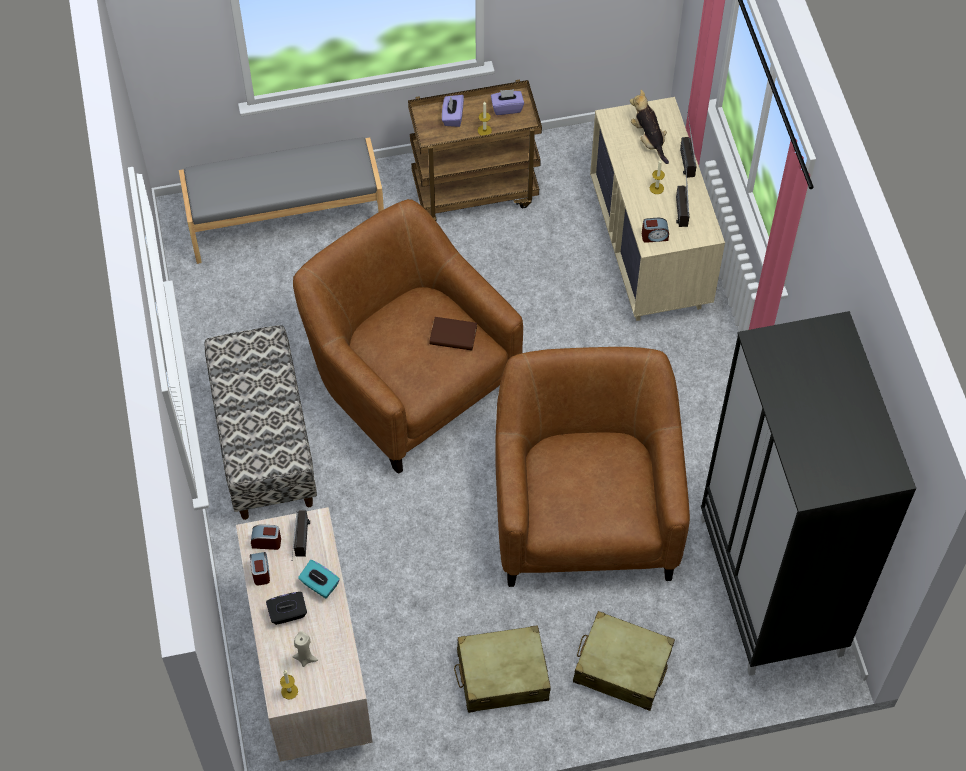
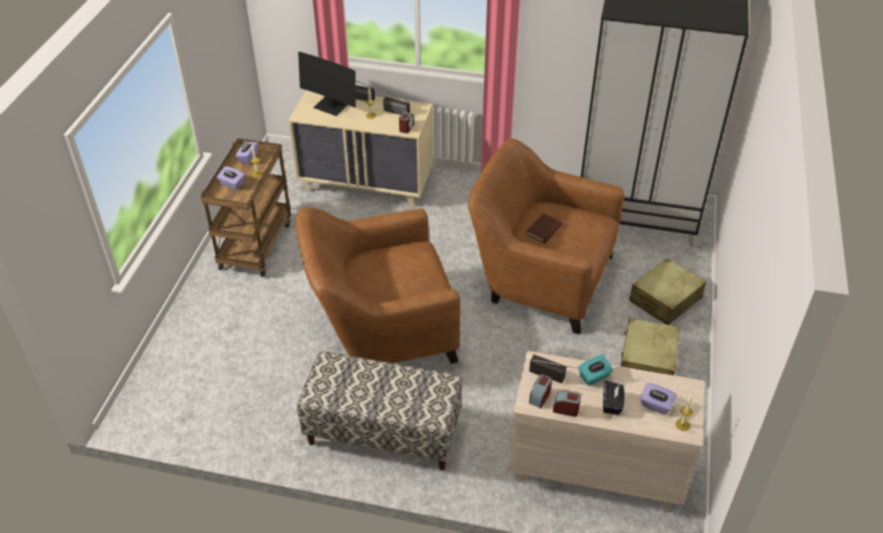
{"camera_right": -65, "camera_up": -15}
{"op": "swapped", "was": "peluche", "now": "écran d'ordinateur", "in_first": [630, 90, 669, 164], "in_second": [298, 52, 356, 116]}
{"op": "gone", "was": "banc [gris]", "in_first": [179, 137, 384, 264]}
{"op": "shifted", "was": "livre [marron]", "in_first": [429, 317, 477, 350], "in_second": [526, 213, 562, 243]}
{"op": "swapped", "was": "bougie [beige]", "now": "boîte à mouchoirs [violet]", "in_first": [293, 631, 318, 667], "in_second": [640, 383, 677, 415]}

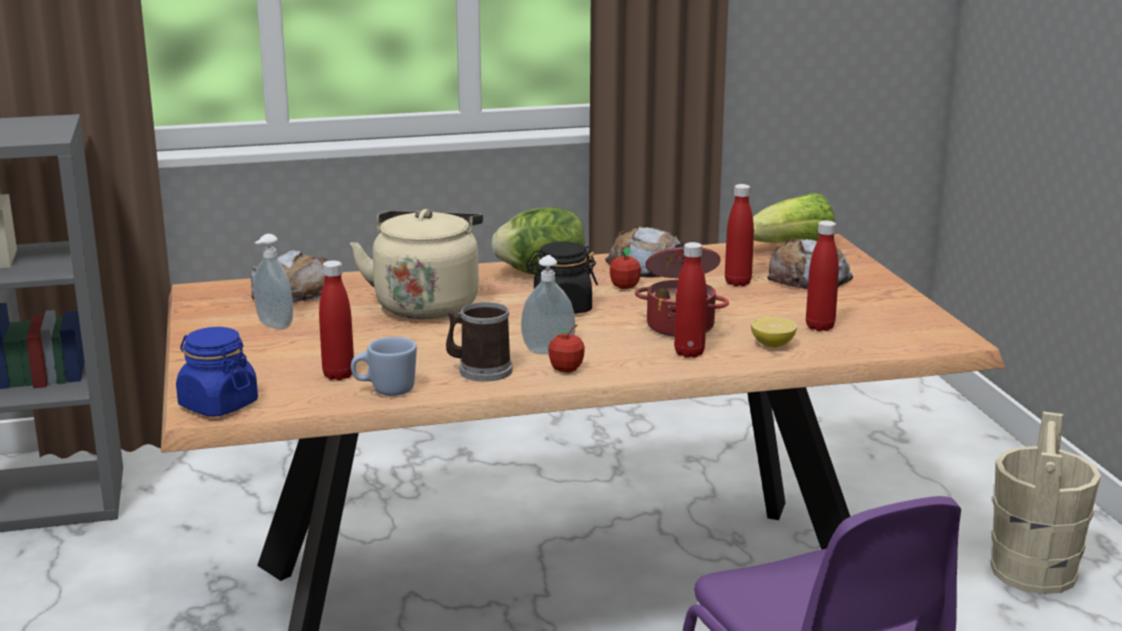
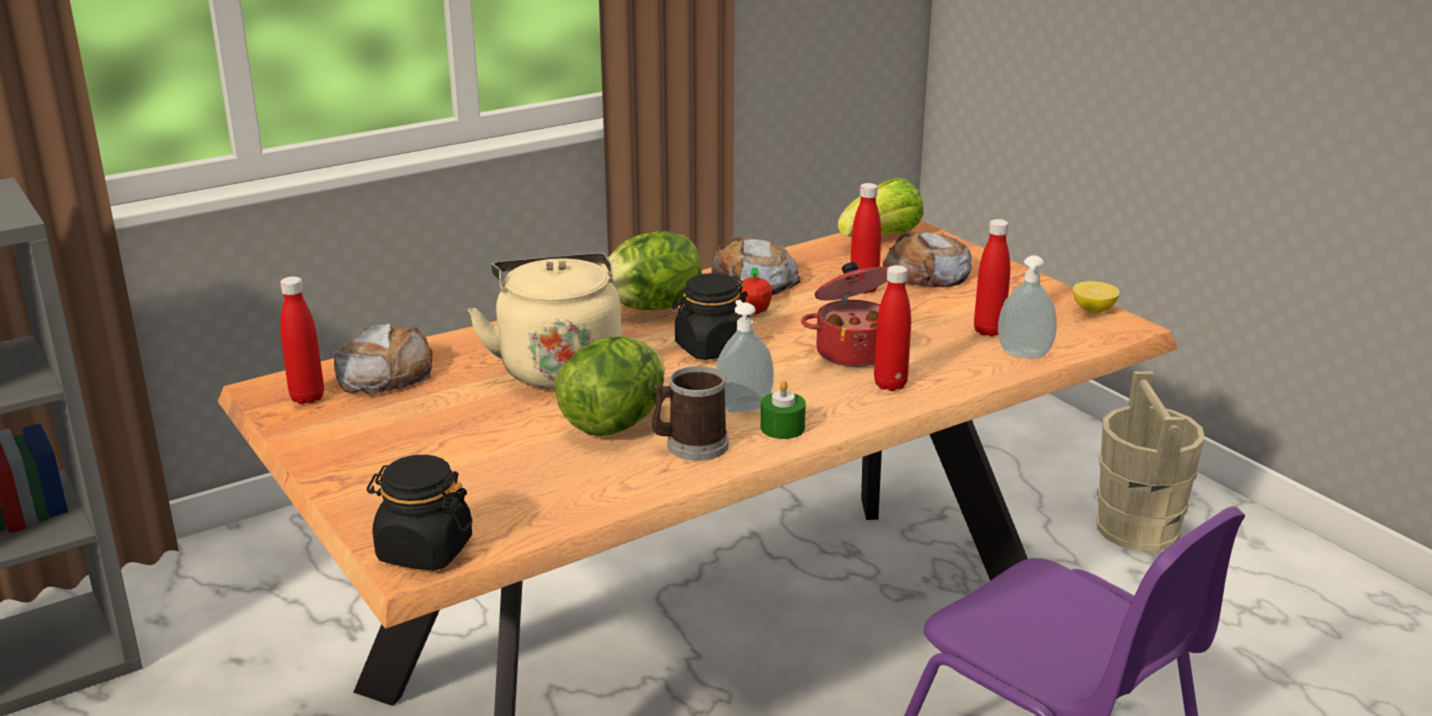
{"camera_right": -20, "camera_up": 5}
{"op": "shifted", "was": "distributeur de savon", "in_first": [254, 234, 293, 330], "in_second": [998, 255, 1057, 359]}
{"op": "shifted", "was": "bouteille [rouge]", "in_first": [319, 261, 354, 380], "in_second": [280, 276, 324, 404]}
{"op": "shifted", "was": "citron", "in_first": [751, 317, 797, 348], "in_second": [1073, 281, 1120, 313]}
{"op": "swapped", "was": "pomme", "now": "bougie [vert]", "in_first": [548, 324, 585, 373], "in_second": [761, 380, 806, 439]}
{"op": "repainted", "was": "bocal [bleu]", "now": "bocal [noir]", "in_first": [176, 327, 258, 417], "in_second": [367, 455, 472, 570]}
{"op": "gone", "was": "mug [bleu]", "in_first": [351, 337, 417, 396]}
{"op": "new", "now": "laitue", "in_second": [555, 336, 665, 436]}

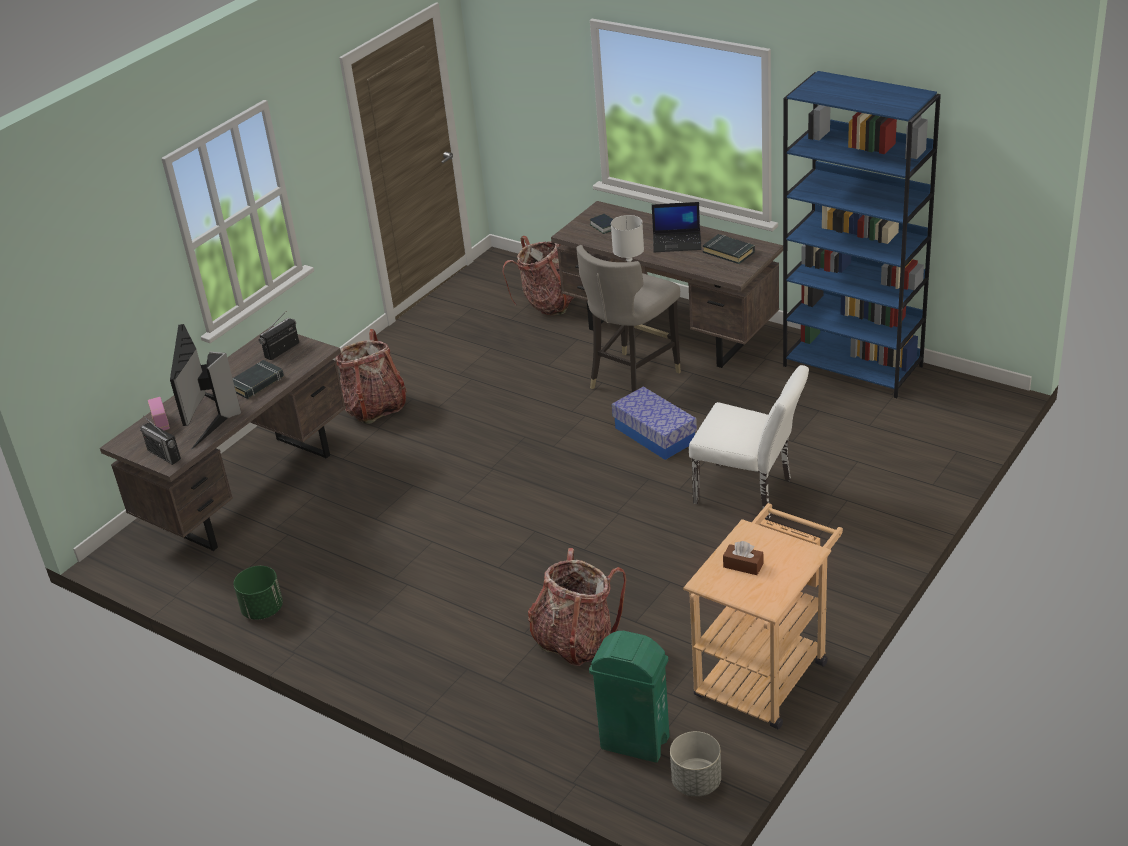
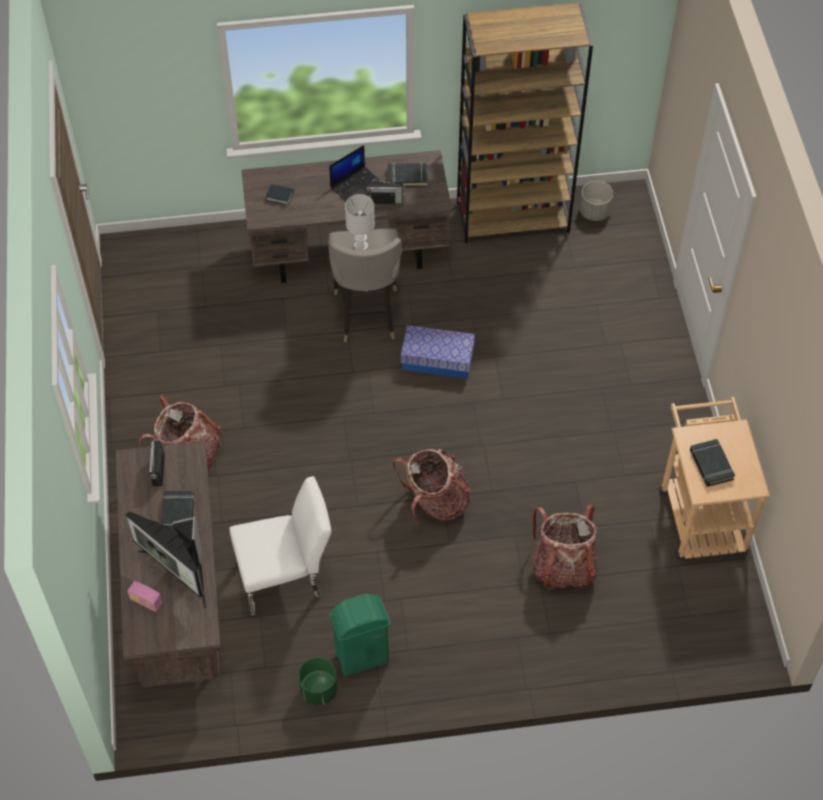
{"camera_right": -45, "camera_up": 20}
{"op": "repainted", "was": "bibliothèque [bleu]", "now": "bibliothèque [marron]", "in_first": [783, 71, 941, 398], "in_second": [457, 3, 593, 243]}
{"op": "shifted", "was": "sac à dos", "in_first": [502, 236, 574, 316], "in_second": [393, 448, 471, 528]}
{"op": "shifted", "was": "chaise [blanc]", "in_first": [689, 365, 809, 519], "in_second": [229, 476, 331, 616]}
{"op": "shifted", "was": "radio", "in_first": [140, 416, 181, 465], "in_second": [367, 179, 405, 205]}
{"op": "swapped", "was": "boîte à mouchoirs [marron]", "now": "livre [noir]", "in_first": [723, 541, 763, 575], "in_second": [690, 439, 735, 487]}
{"op": "shifted", "was": "poubelle [vert]", "in_first": [589, 631, 670, 762], "in_second": [329, 594, 391, 677]}
{"op": "shifted", "was": "cache-pot [gris]", "in_first": [670, 731, 721, 797], "in_second": [580, 181, 613, 221]}

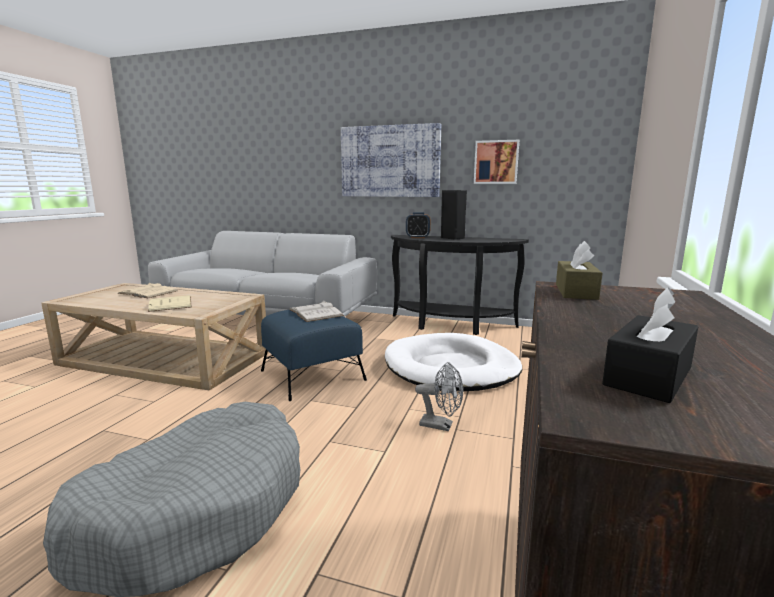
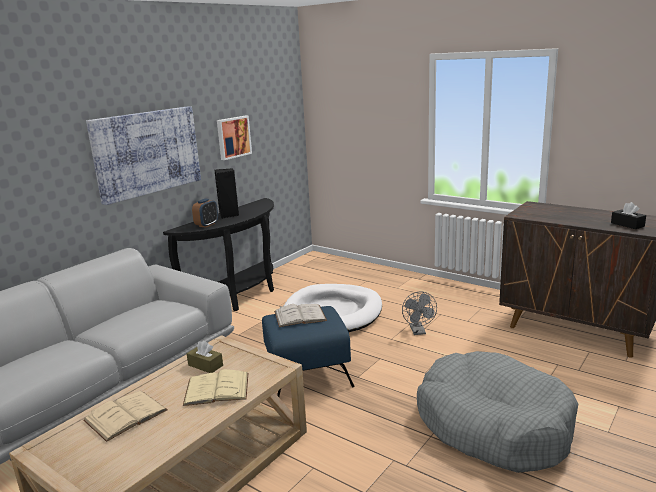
{"camera_right": -70, "camera_up": 5}
{"op": "shifted", "was": "boîte à mouchoirs [marron]", "in_first": [556, 241, 603, 300], "in_second": [187, 341, 223, 373]}
{"op": "rotated", "was": "ventilateur [gris]", "in_first": [415, 362, 463, 431], "in_second": [402, 291, 437, 335], "clockwise": 135}

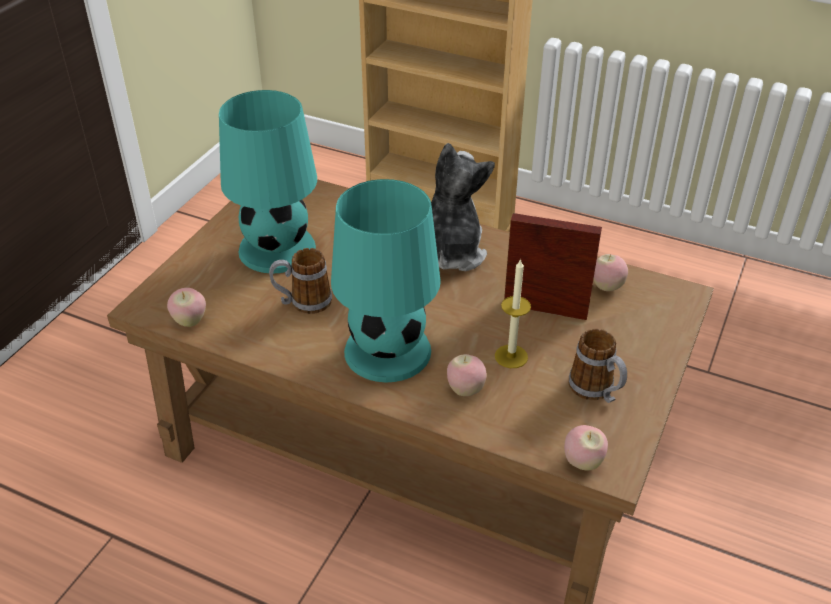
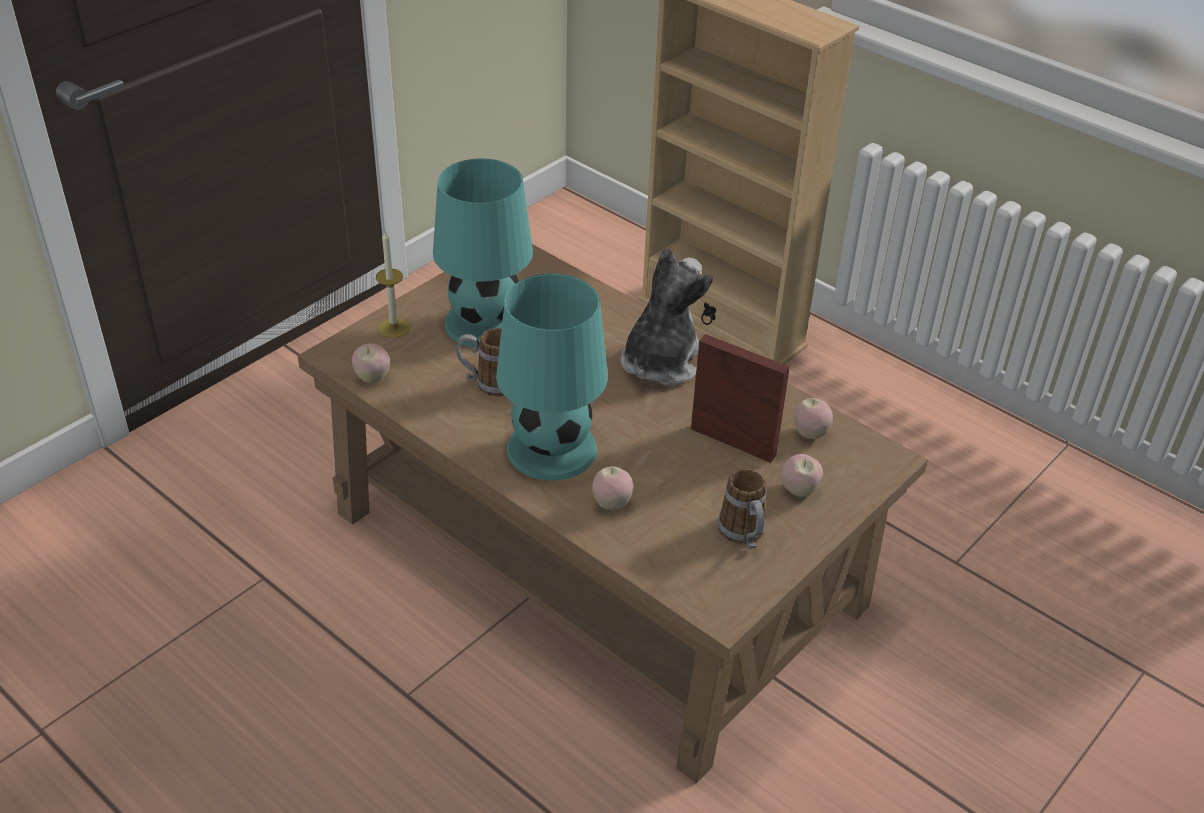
{"camera_right": 15, "camera_up": 0}
{"op": "shifted", "was": "bougie", "in_first": [495, 258, 531, 368], "in_second": [376, 231, 410, 338]}
{"op": "shifted", "was": "pomme", "in_first": [564, 425, 608, 470], "in_second": [781, 454, 823, 497]}

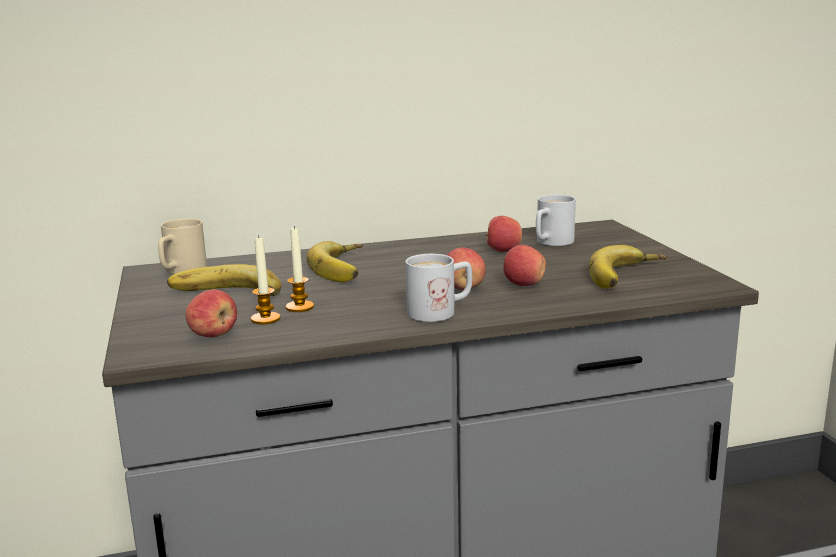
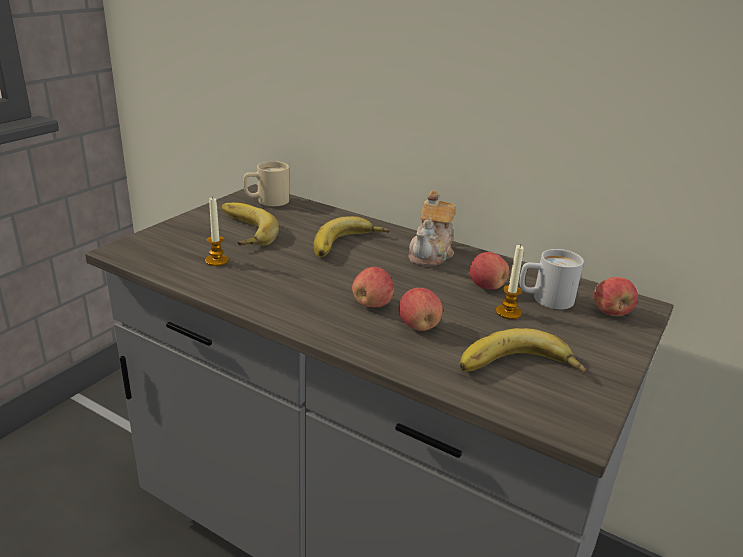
{"camera_right": 45, "camera_up": 10}
{"op": "shifted", "was": "bougie", "in_first": [286, 226, 314, 312], "in_second": [496, 244, 524, 319]}
{"op": "gone", "was": "mug [blanc]", "in_first": [405, 254, 472, 322]}
{"op": "shifted", "was": "pomme", "in_first": [185, 289, 237, 337], "in_second": [594, 277, 638, 316]}
{"op": "new", "now": "théière", "in_second": [408, 191, 455, 266]}

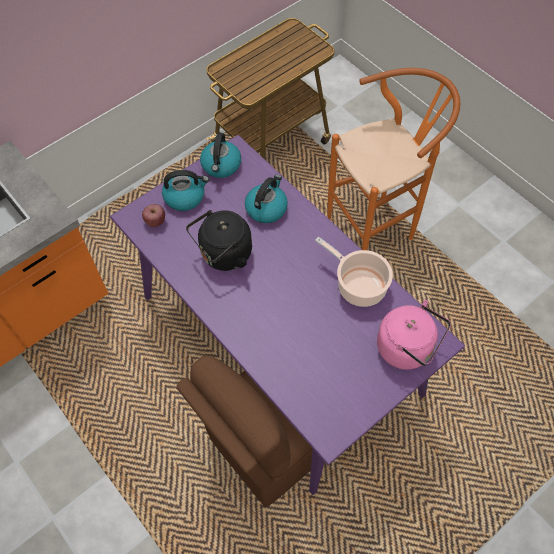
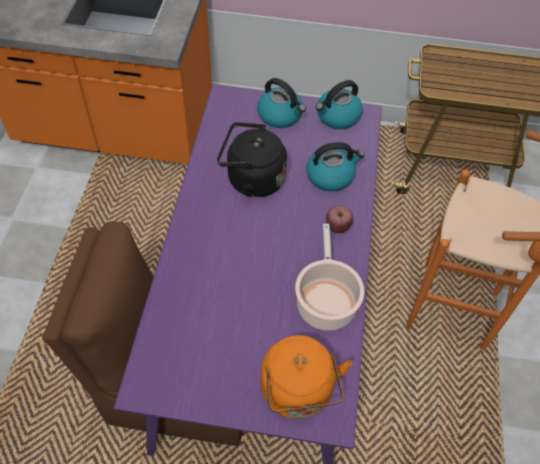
{"camera_right": 45, "camera_up": -5}
{"op": "shifted", "was": "pomme", "in_first": [142, 204, 165, 227], "in_second": [326, 206, 353, 233]}
{"op": "repainted", "was": "bouilloire [rose]", "now": "bouilloire [orange]", "in_first": [377, 300, 451, 370], "in_second": [261, 335, 352, 419]}

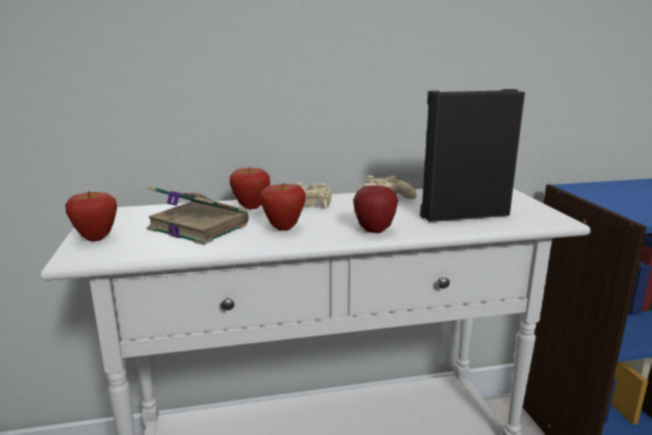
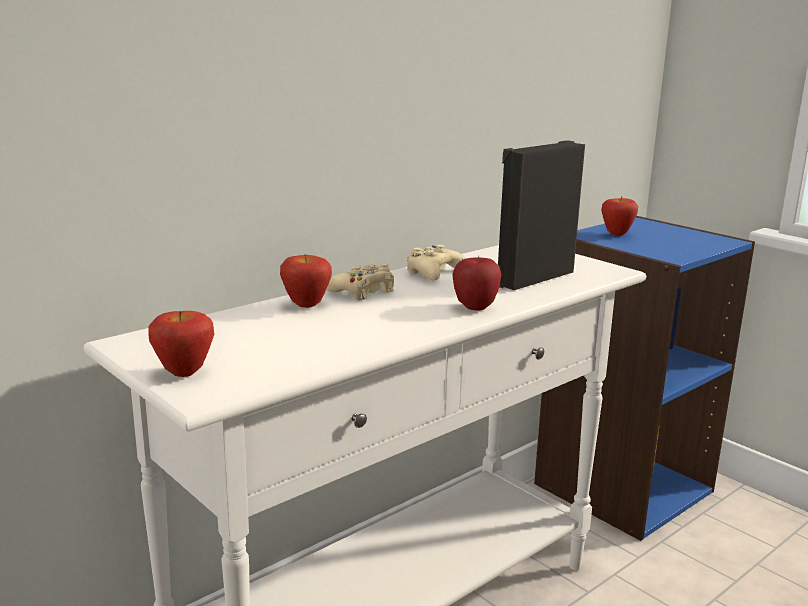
{"camera_right": -30, "camera_up": 0}
{"op": "shifted", "was": "pomme", "in_first": [260, 183, 305, 231], "in_second": [601, 197, 638, 236]}
{"op": "gone", "was": "livre", "in_first": [147, 186, 248, 245]}

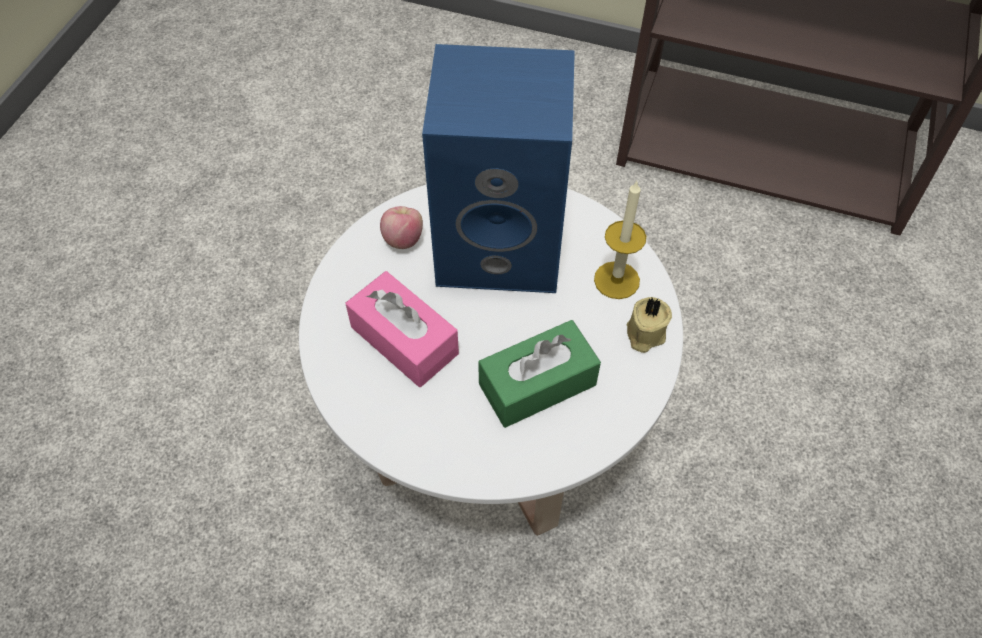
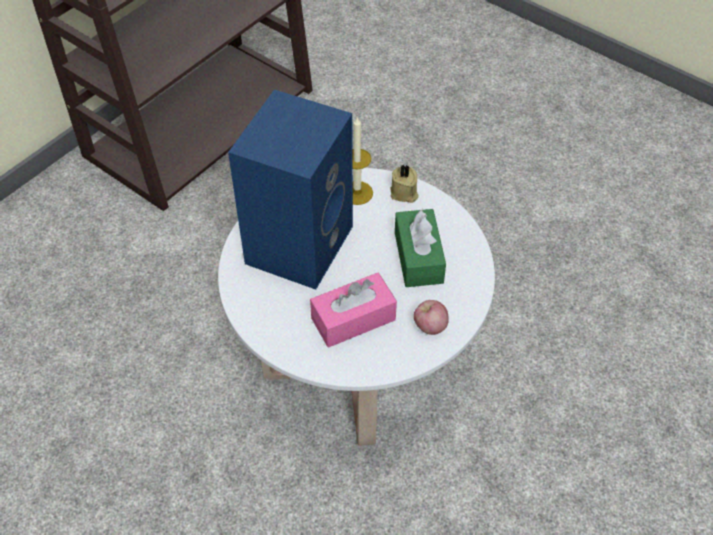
{"camera_right": -70, "camera_up": -5}
{"op": "shifted", "was": "pomme", "in_first": [380, 206, 423, 249], "in_second": [414, 300, 449, 335]}

